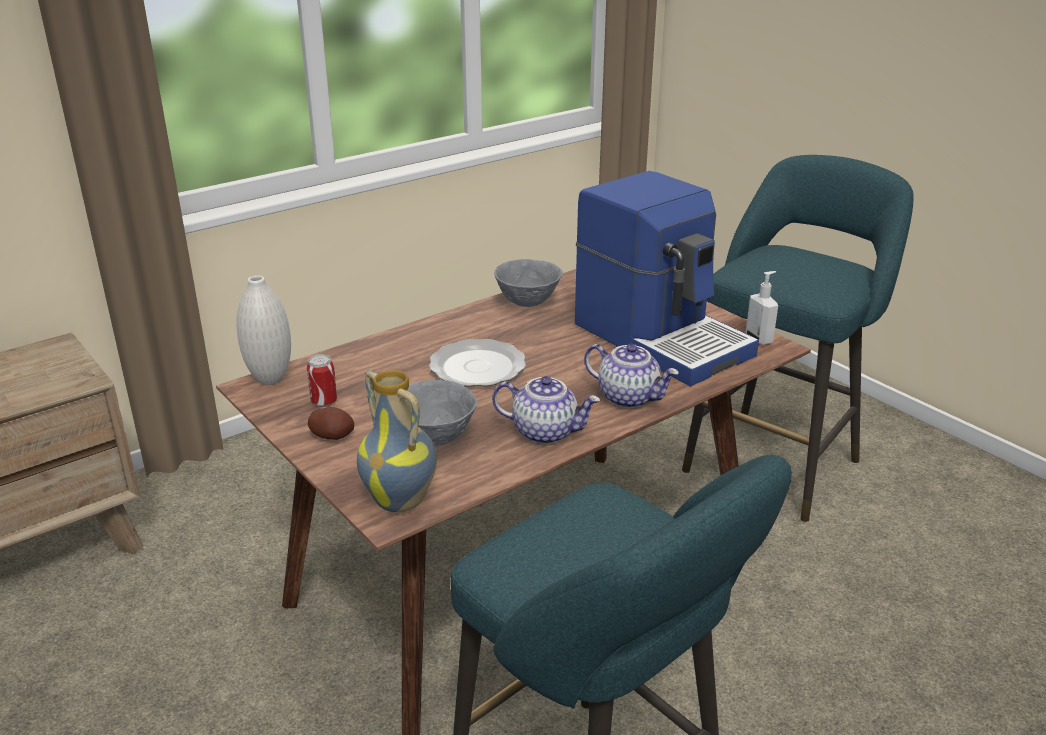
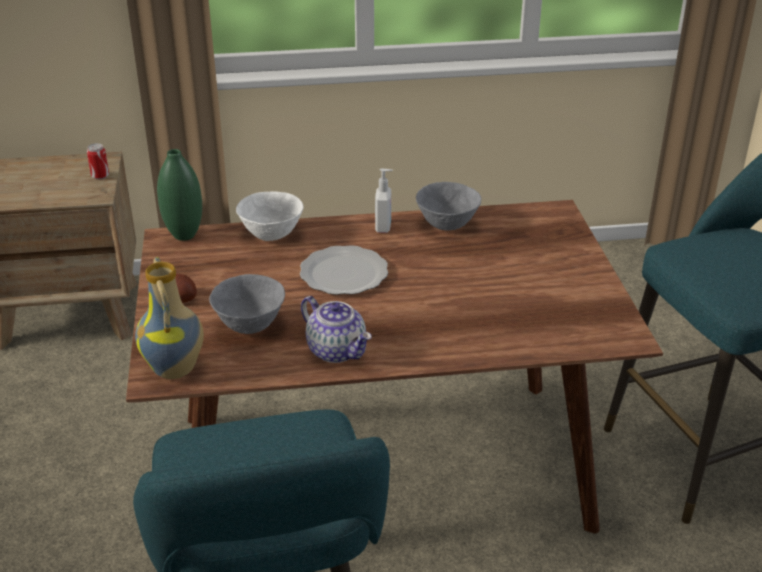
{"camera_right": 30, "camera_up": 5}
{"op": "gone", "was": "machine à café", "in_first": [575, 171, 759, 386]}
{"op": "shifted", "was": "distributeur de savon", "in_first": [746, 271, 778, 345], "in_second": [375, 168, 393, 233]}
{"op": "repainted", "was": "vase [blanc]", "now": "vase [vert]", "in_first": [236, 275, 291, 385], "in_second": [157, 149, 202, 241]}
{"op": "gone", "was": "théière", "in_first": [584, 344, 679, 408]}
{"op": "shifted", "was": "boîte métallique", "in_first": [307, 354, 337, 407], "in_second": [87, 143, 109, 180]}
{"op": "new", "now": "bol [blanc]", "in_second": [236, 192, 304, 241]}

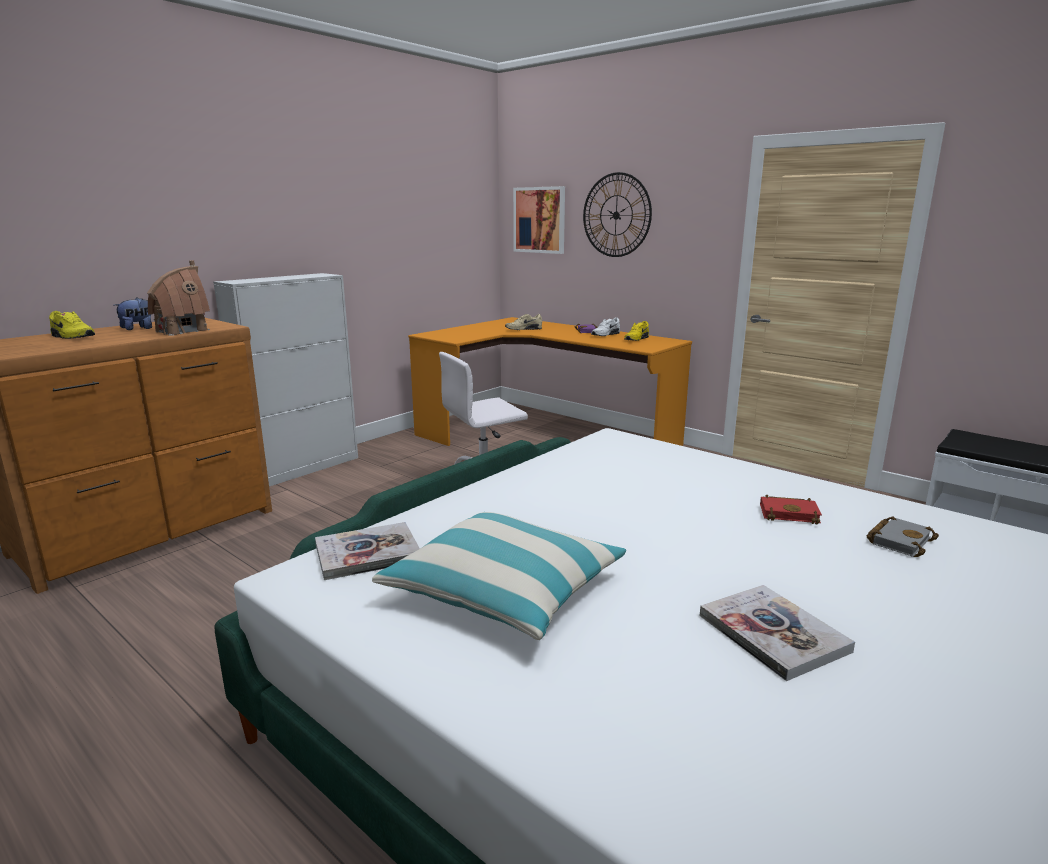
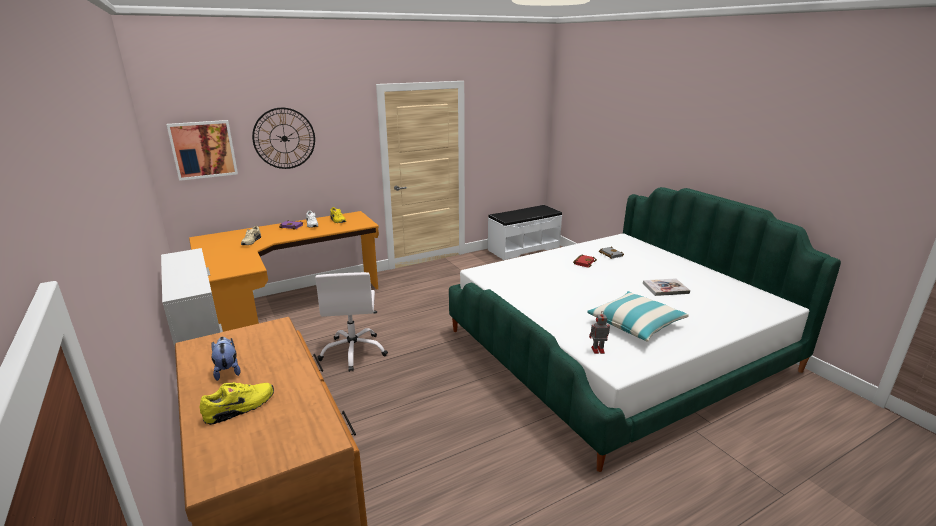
{"camera_right": -70, "camera_up": 5}
{"op": "gone", "was": "maison miniature", "in_first": [147, 260, 210, 336]}
{"op": "swapped", "was": "livre", "now": "robot jouet", "in_first": [315, 522, 420, 580], "in_second": [589, 312, 610, 354]}

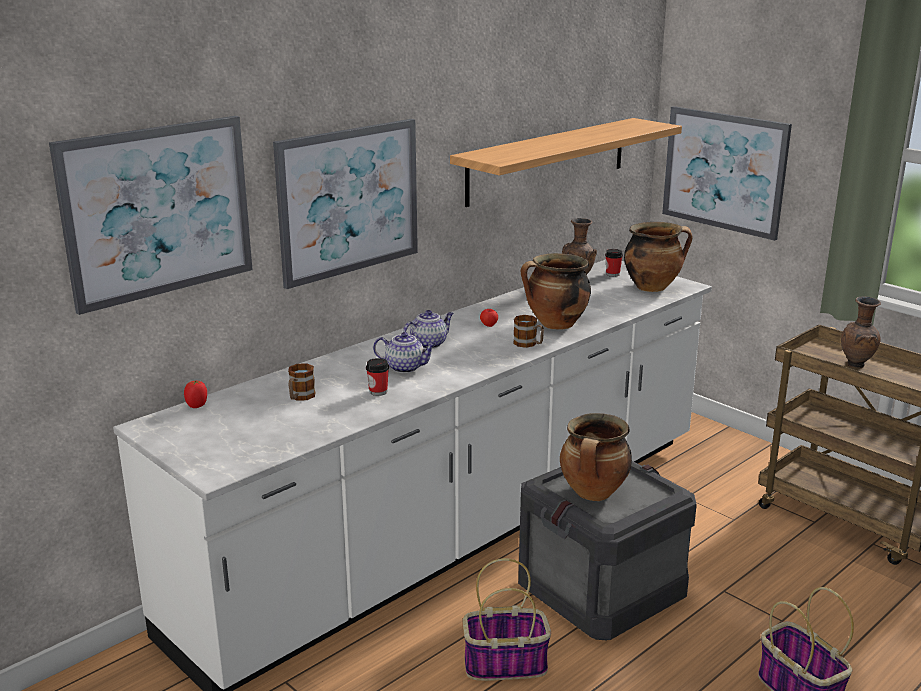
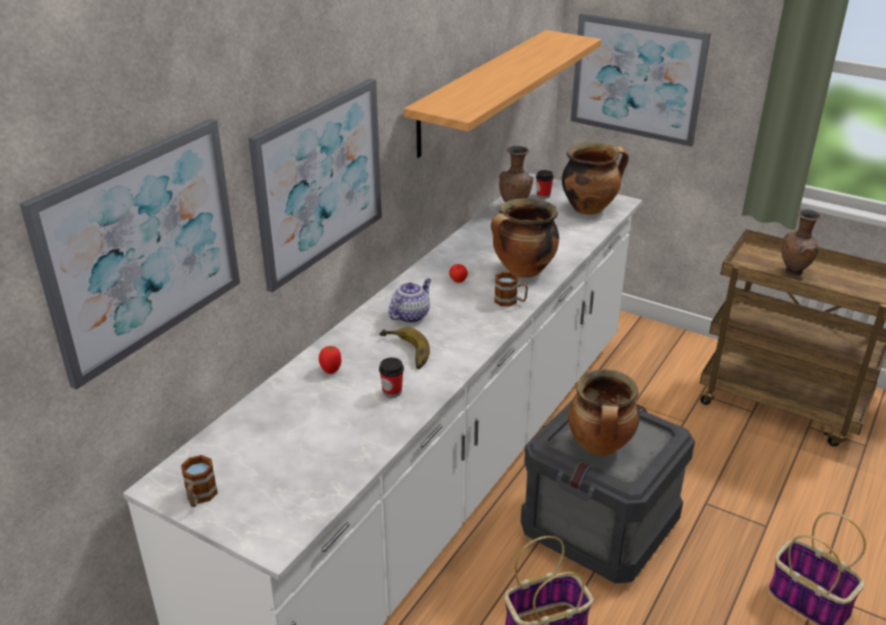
{"camera_right": -15, "camera_up": 10}
{"op": "swapped", "was": "théière", "now": "banane", "in_first": [373, 332, 437, 373], "in_second": [379, 327, 430, 369]}
{"op": "shifted", "was": "mug", "in_first": [288, 363, 315, 401], "in_second": [181, 455, 218, 507]}
{"op": "shifted", "was": "tomate", "in_first": [184, 380, 207, 408], "in_second": [319, 345, 341, 374]}

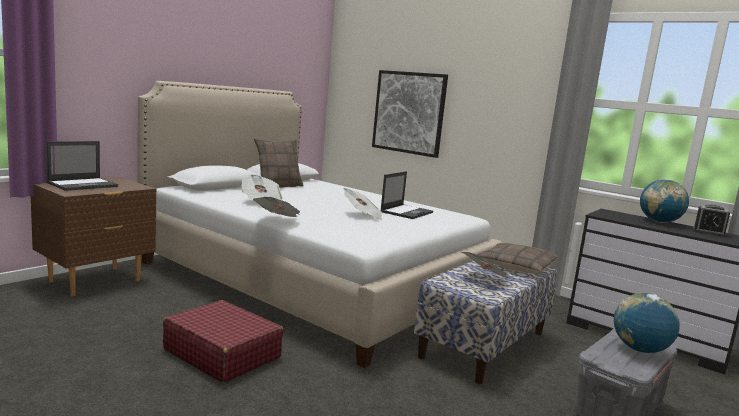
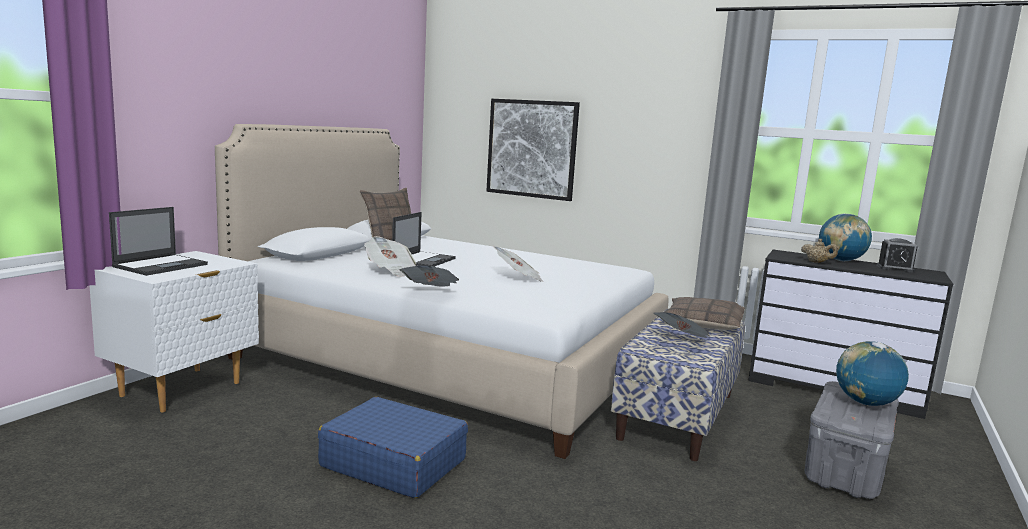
{"camera_right": -10, "camera_up": 0}
{"op": "shifted", "was": "ordinateur portable", "in_first": [380, 171, 433, 219], "in_second": [392, 212, 456, 266]}
{"op": "repainted", "was": "table de chevet [marron]", "now": "table de chevet [blanc]", "in_first": [31, 177, 156, 296], "in_second": [89, 251, 259, 412]}
{"op": "repainted", "was": "valise [rouge]", "now": "valise [bleu]", "in_first": [163, 300, 284, 383], "in_second": [318, 397, 468, 498]}
{"op": "new", "now": "théière [beige]", "in_second": [801, 239, 838, 263]}

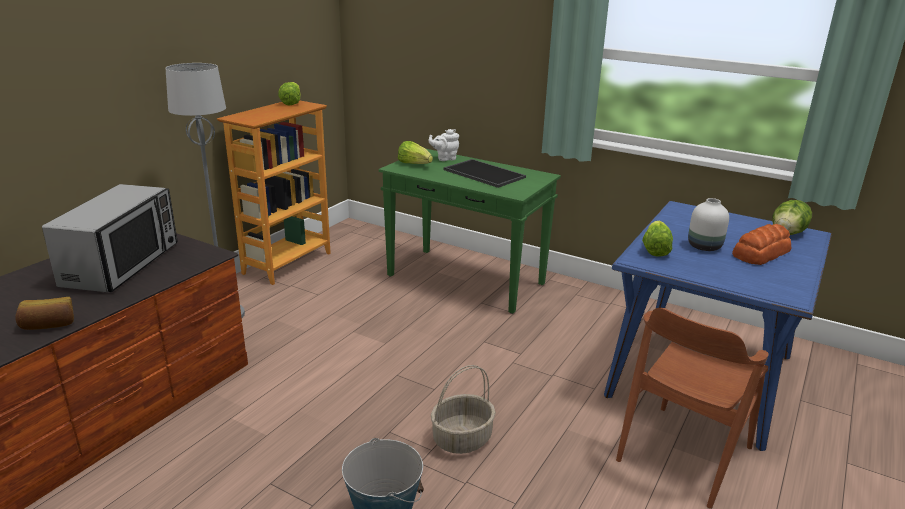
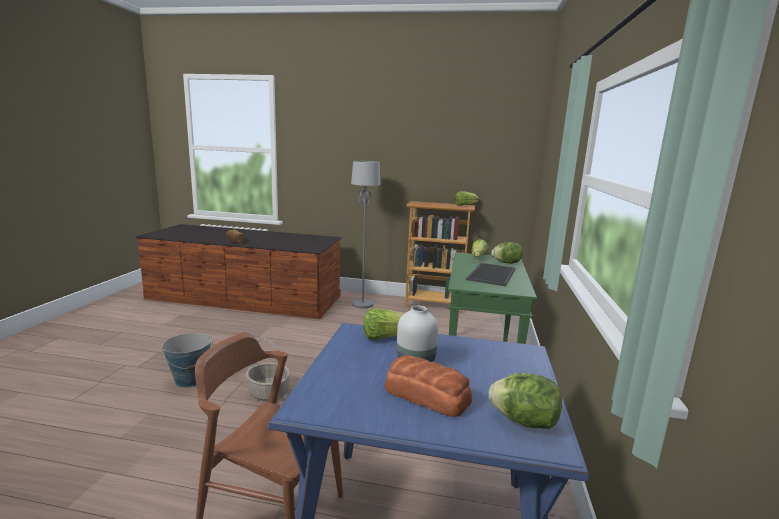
{"camera_right": 70, "camera_up": -10}
{"op": "swapped", "was": "théière [blanc]", "now": "laitue", "in_first": [429, 129, 459, 161], "in_second": [491, 242, 522, 264]}
{"op": "gone", "was": "micro-ondes", "in_first": [42, 184, 178, 292]}

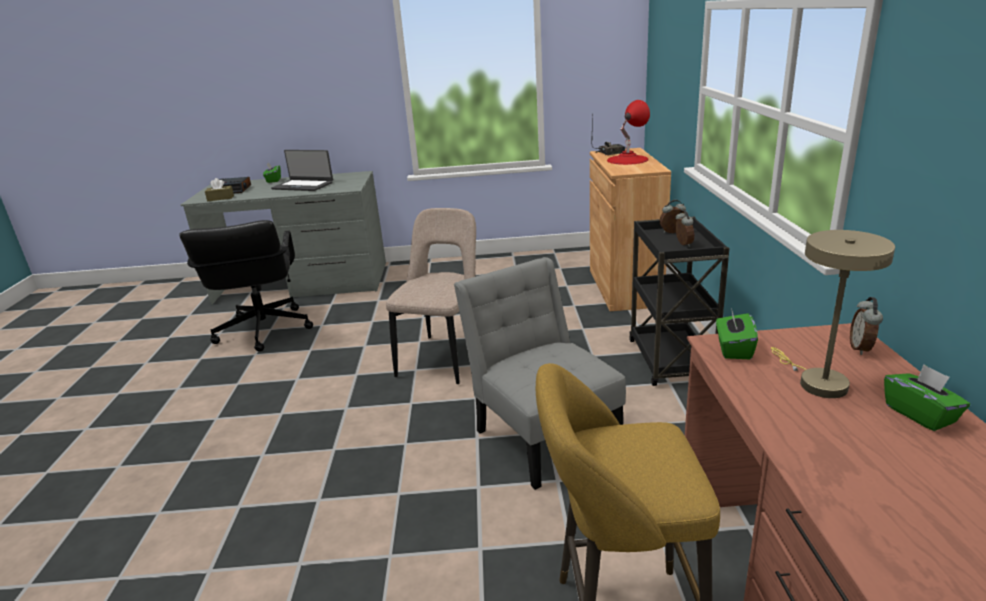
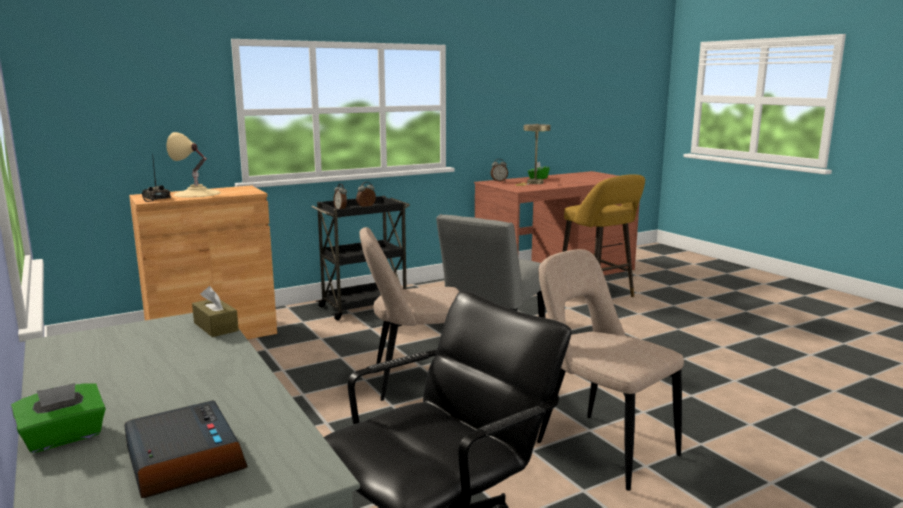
{"camera_right": -120, "camera_up": -10}
{"op": "repainted", "was": "lampe de table [rouge]", "now": "lampe de table [beige]", "in_first": [607, 100, 650, 165], "in_second": [166, 132, 221, 198]}
{"op": "gone", "was": "ordinateur portable", "in_first": [271, 150, 333, 191]}
{"op": "shifted", "was": "boîte à mouchoirs [marron]", "in_first": [205, 178, 234, 201], "in_second": [192, 286, 239, 337]}
{"op": "gone", "was": "boîte à mouchoirs [vert]", "in_first": [716, 308, 758, 359]}
{"op": "new", "now": "chaise [beige]", "in_second": [537, 249, 684, 491]}

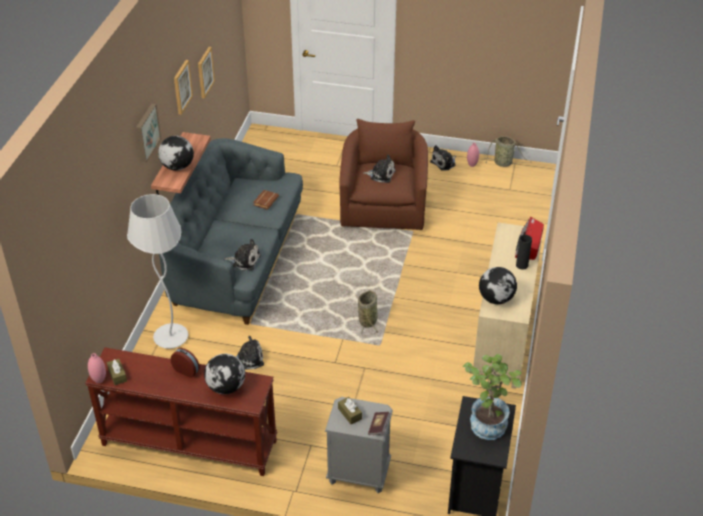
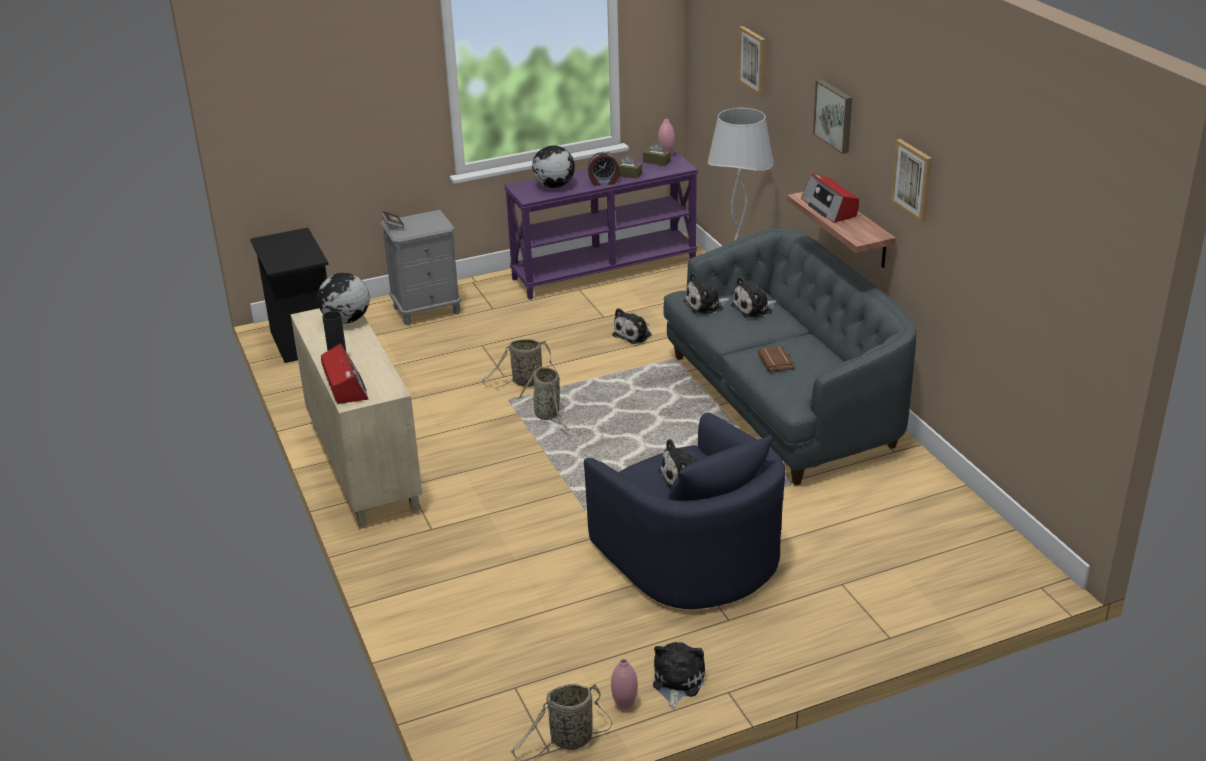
{"camera_right": 145, "camera_up": -10}
{"op": "shifted", "was": "tableau", "in_first": [198, 47, 215, 99], "in_second": [738, 26, 766, 96]}
{"op": "repainted", "was": "fauteuil [marron]", "now": "fauteuil [bleu]", "in_first": [339, 119, 428, 230], "in_second": [584, 412, 785, 609]}
{"op": "swapped", "was": "globe", "now": "radio", "in_first": [158, 136, 194, 171], "in_second": [801, 174, 859, 223]}
{"op": "repainted", "was": "table console [marron]", "now": "table console [violet]", "in_first": [85, 347, 277, 476], "in_second": [504, 152, 698, 300]}
{"op": "gone", "was": "plante en pot", "in_first": [463, 354, 522, 440]}
{"op": "shifted", "was": "boîte à mouchoirs [marron]", "in_first": [338, 397, 362, 424], "in_second": [617, 155, 642, 179]}
{"op": "new", "now": "peluche", "in_second": [731, 277, 777, 319]}
{"op": "new", "now": "panier", "in_second": [482, 339, 557, 388]}

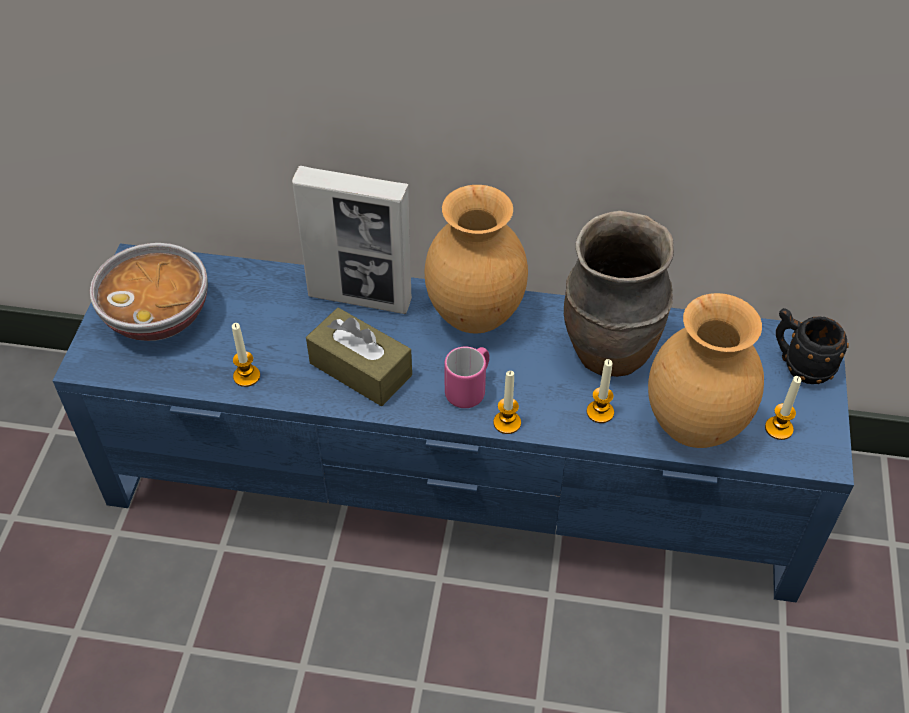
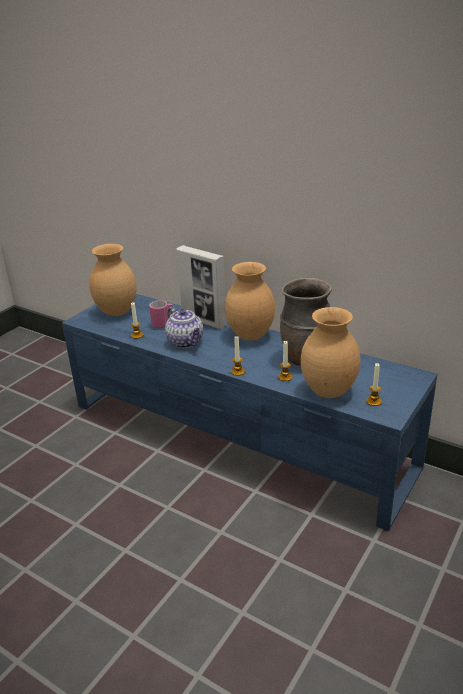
{"camera_right": 25, "camera_up": -20}
{"op": "swapped", "was": "bol", "now": "vase [marron]", "in_first": [90, 243, 208, 341], "in_second": [89, 244, 137, 316]}
{"op": "swapped", "was": "boîte à mouchoirs [marron]", "now": "théière", "in_first": [306, 308, 412, 406], "in_second": [165, 307, 203, 348]}
{"op": "gone", "was": "mug [noir]", "in_first": [776, 308, 849, 384]}
{"op": "shifted", "was": "mug [rose]", "in_first": [444, 346, 490, 408], "in_second": [149, 300, 174, 328]}

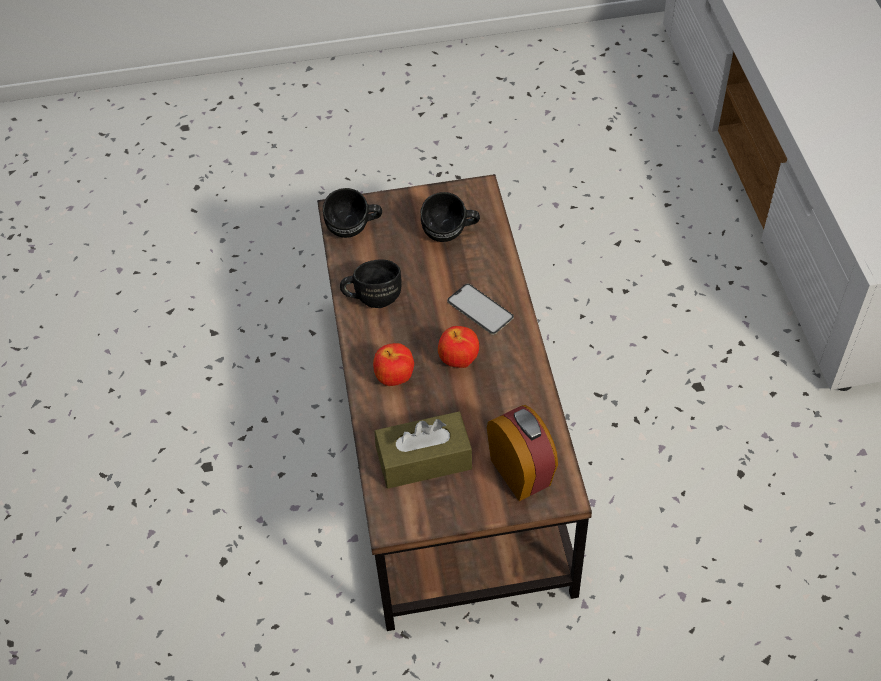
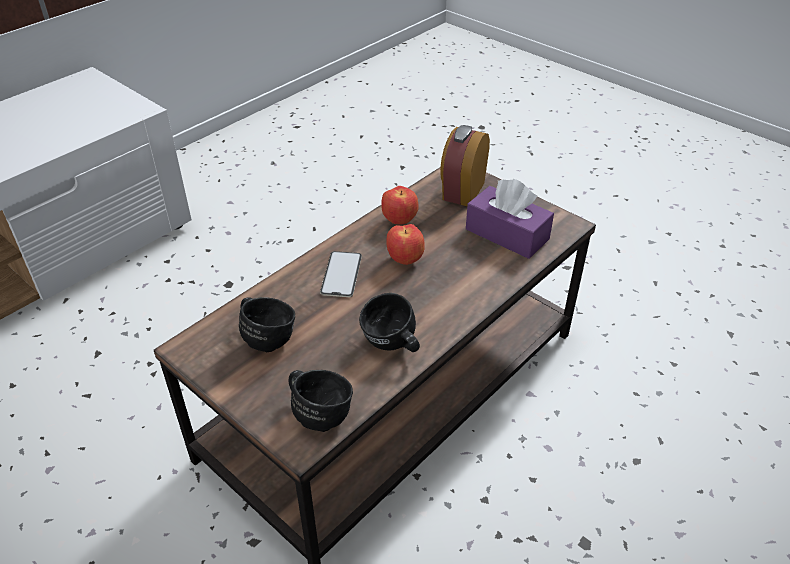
{"camera_right": -130, "camera_up": -10}
{"op": "shifted", "was": "pomme", "in_first": [373, 343, 414, 386], "in_second": [381, 186, 419, 224]}
{"op": "repainted", "was": "boîte à mouchoirs [marron]", "now": "boîte à mouchoirs [violet]", "in_first": [375, 411, 472, 489], "in_second": [466, 179, 554, 259]}

